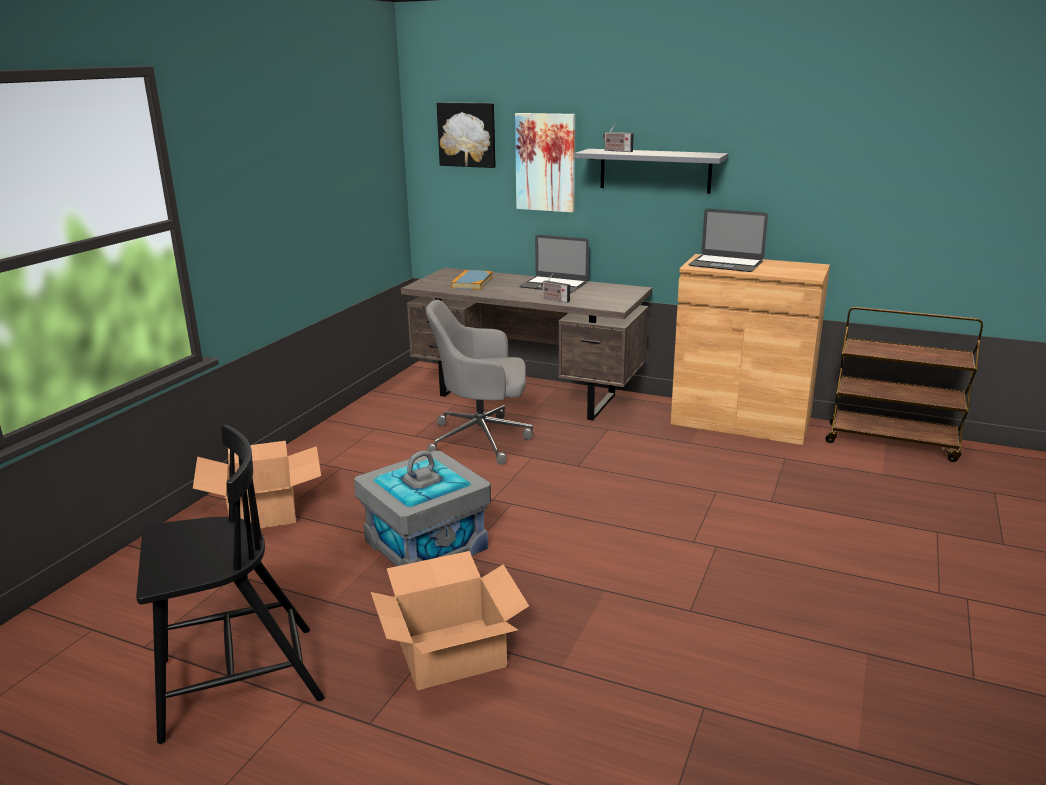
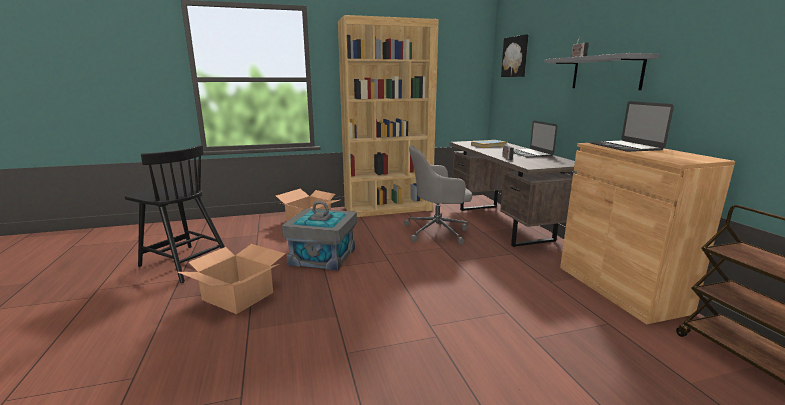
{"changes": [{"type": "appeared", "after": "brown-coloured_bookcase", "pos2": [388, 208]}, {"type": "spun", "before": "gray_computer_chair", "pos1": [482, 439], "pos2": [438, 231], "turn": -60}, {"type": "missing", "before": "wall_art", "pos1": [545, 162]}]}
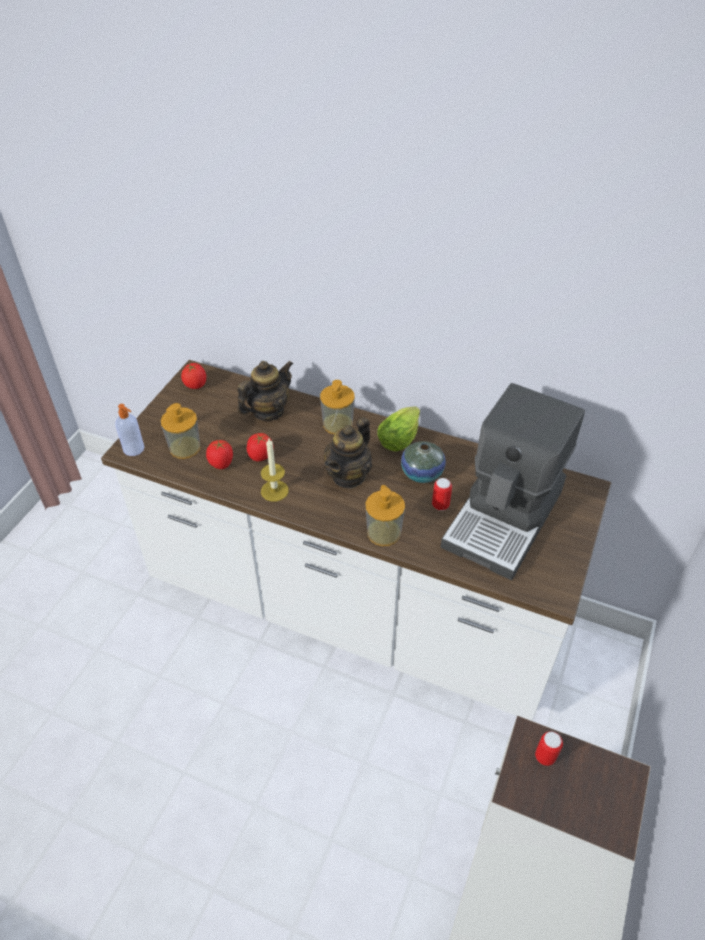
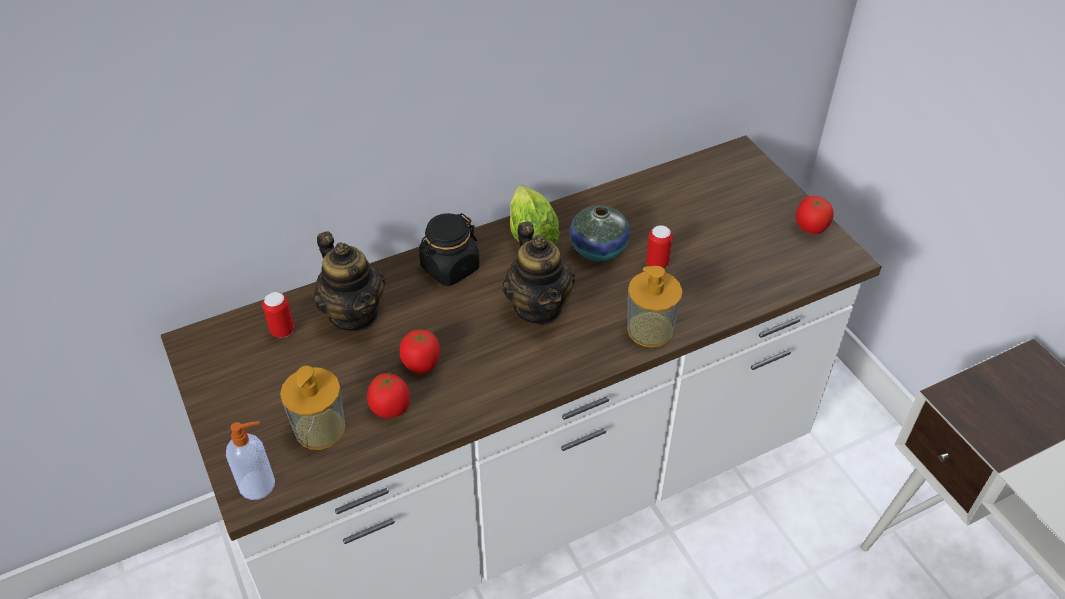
{"changes": [{"type": "relocated", "before": "metal_can", "pos1": [545, 756], "pos2": [282, 331]}, {"type": "spun", "before": "pot_for_tea", "pos1": [268, 411], "pos2": [354, 314], "turn": 150}, {"type": "exchanged", "before": "liquid_soap_bottle", "after": "black-coloured_preserve_jar", "pos1": [337, 424], "pos2": [450, 268]}, {"type": "relocated", "before": "fresh_tomato", "pos1": [195, 385], "pos2": [810, 227]}, {"type": "missing", "before": "wax_candle", "pos1": [274, 491]}, {"type": "missing", "before": "coffee_brewer", "pos1": [505, 518]}]}
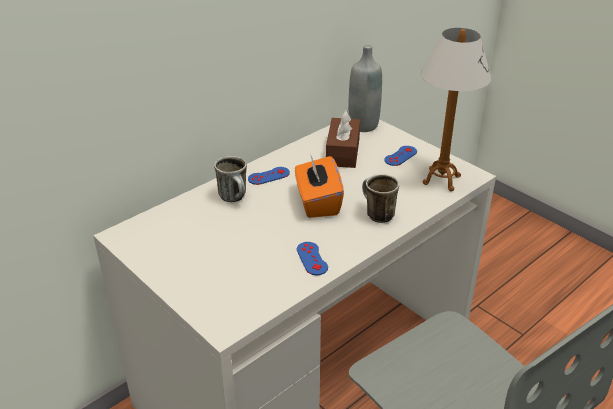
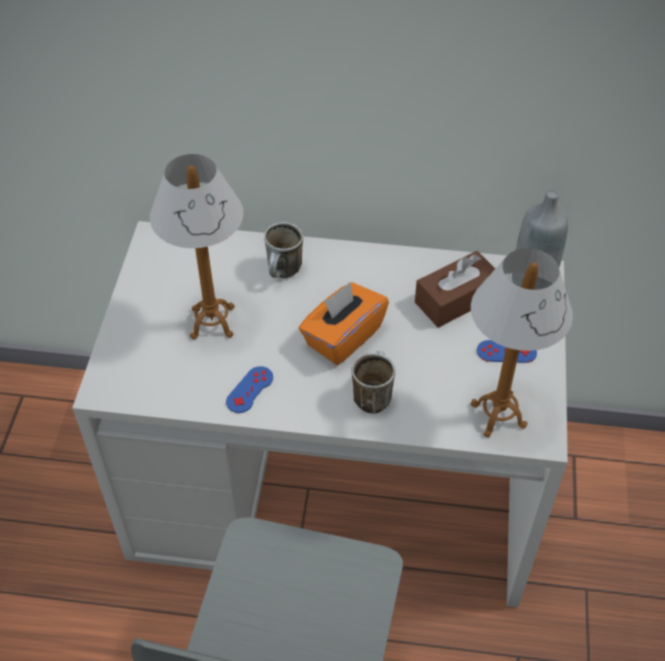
{"changes": [{"type": "appeared", "after": "tabletop_lamp", "pos2": [212, 322]}, {"type": "missing", "before": "blue_joypad", "pos1": [269, 176]}]}
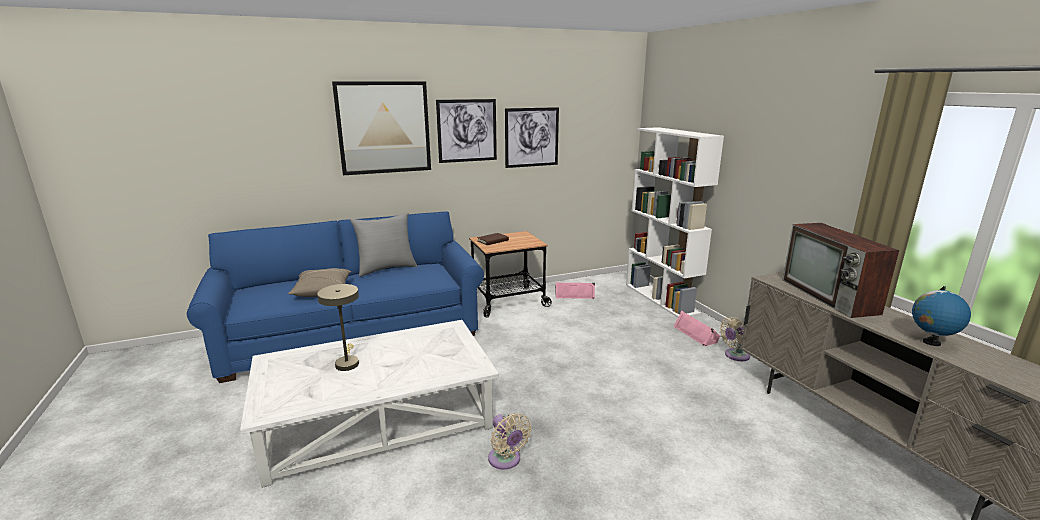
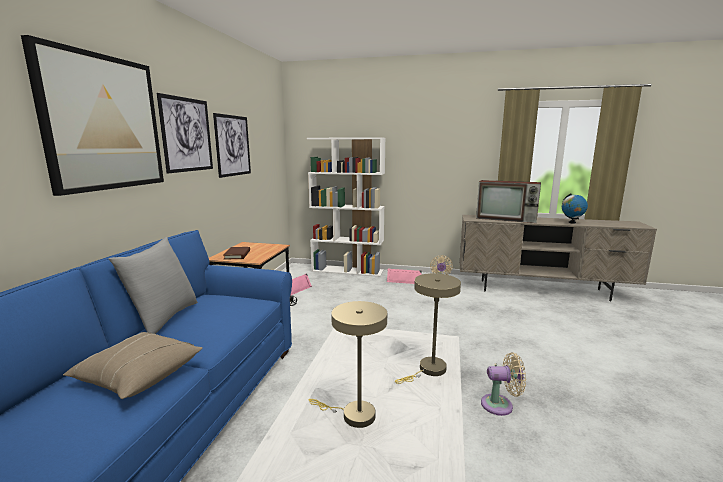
{"changes": [{"type": "appeared", "after": "beige-coloured_tabletop_lamp", "pos2": [429, 370]}]}
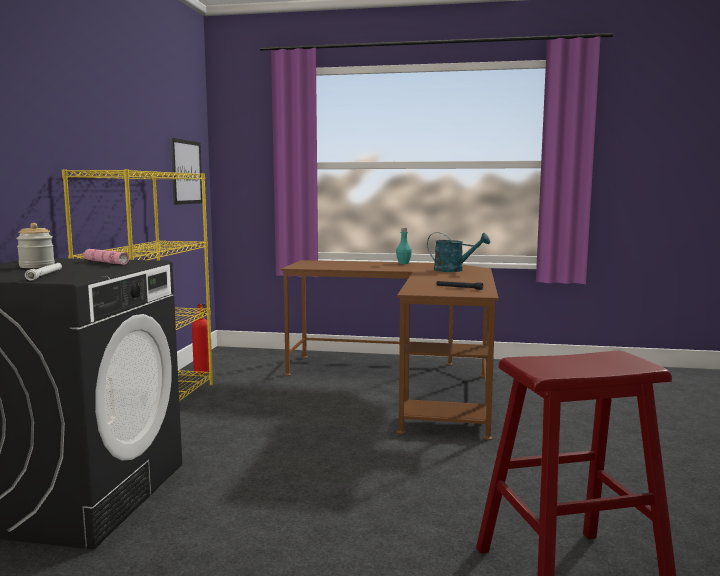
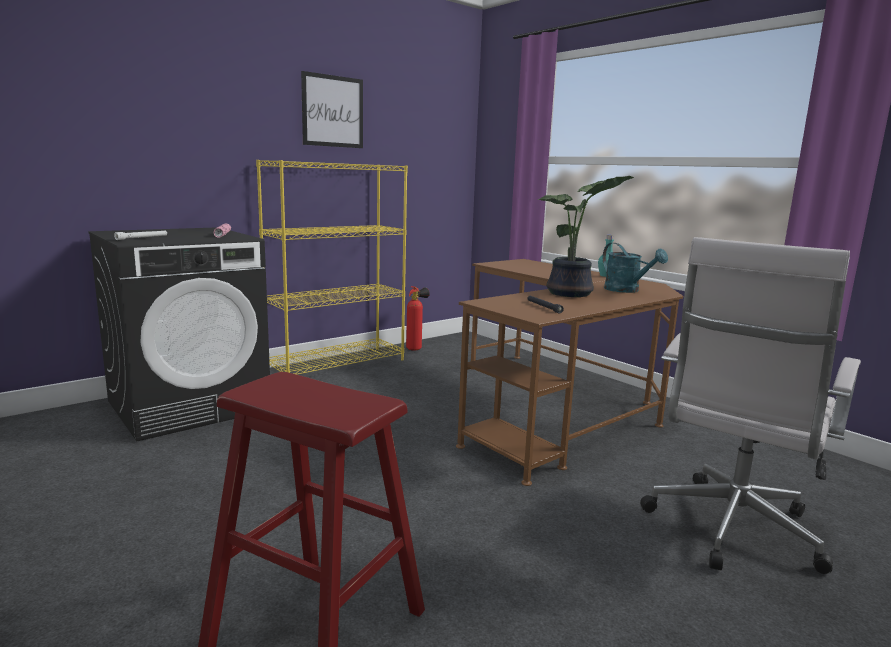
{"changes": [{"type": "relocated", "before": "wall_art", "pos1": [186, 172], "pos2": [333, 111]}, {"type": "appeared", "after": "plant_in_a_pot", "pos2": [572, 294]}, {"type": "appeared", "after": "white-coloured_computer_chair", "pos2": [730, 531]}, {"type": "missing", "before": "preserve_jar", "pos1": [37, 266]}]}
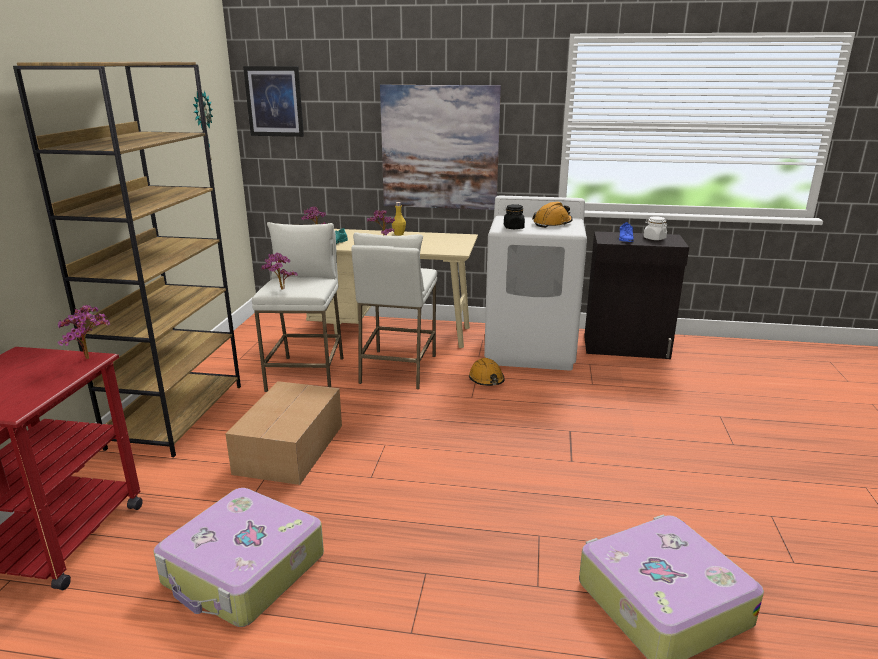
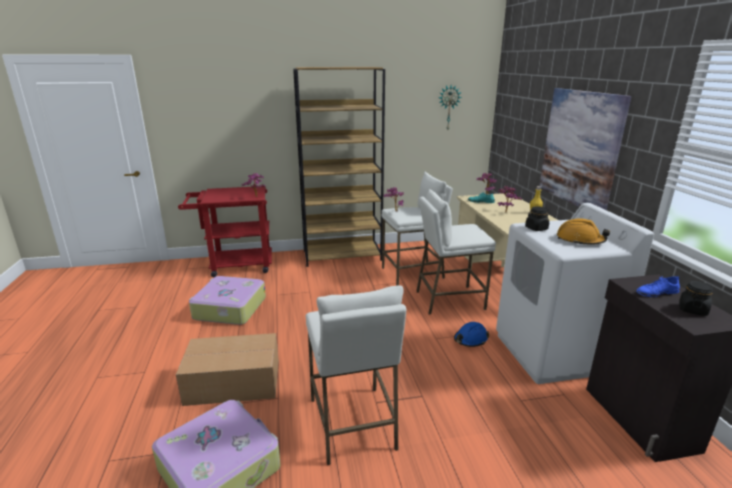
{"changes": [{"type": "relocated", "before": "carton", "pos1": [288, 449], "pos2": [232, 382]}, {"type": "appeared", "after": "white-coloured_stool", "pos2": [353, 423]}, {"type": "colour", "before": "orange-coloured_safety_helmet", "after": "blue_safety_helmet", "pos1": [486, 379], "pos2": [470, 340]}, {"type": "colour", "before": "white-coloured_preserve_jar", "after": "black-coloured_preserve_jar", "pos1": [654, 238], "pos2": [692, 309]}, {"type": "missing", "before": "wall_art", "pos1": [274, 101]}]}
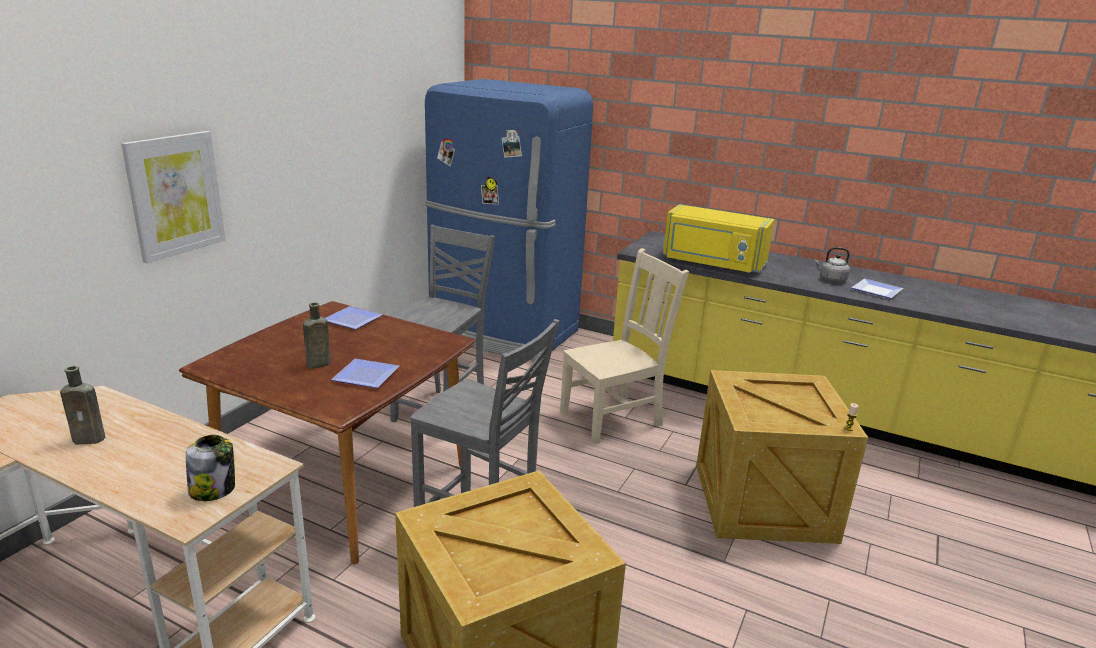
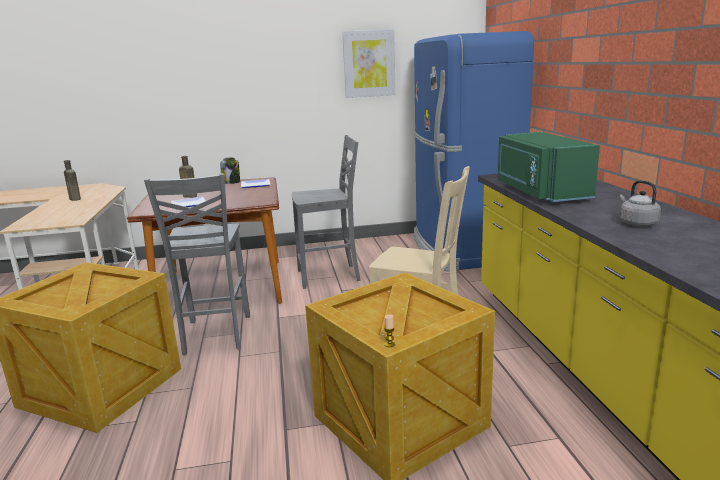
{"changes": [{"type": "relocated", "before": "preserve_jar", "pos1": [213, 489], "pos2": [231, 182]}, {"type": "relocated", "before": "wall_art", "pos1": [175, 195], "pos2": [369, 64]}, {"type": "colour", "before": "yellow-coloured_microwave_oven", "after": "greenish_microwave_oven", "pos1": [712, 263], "pos2": [539, 192]}, {"type": "missing", "before": "plate", "pos1": [874, 290]}]}
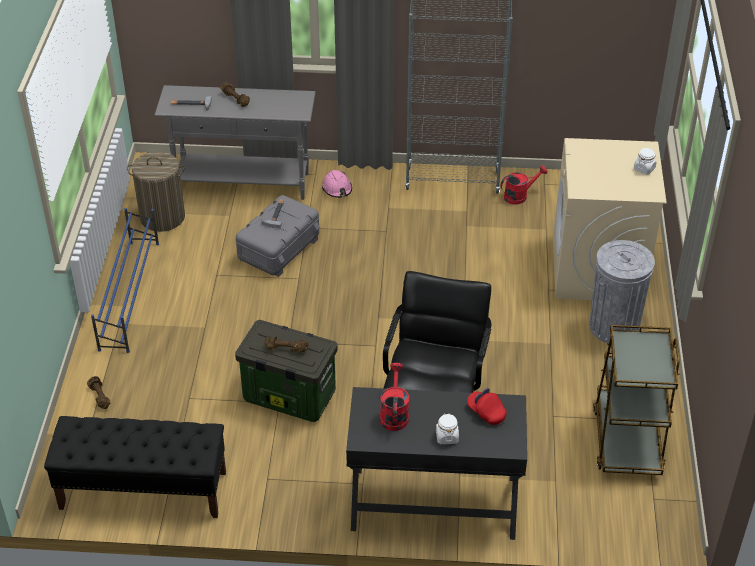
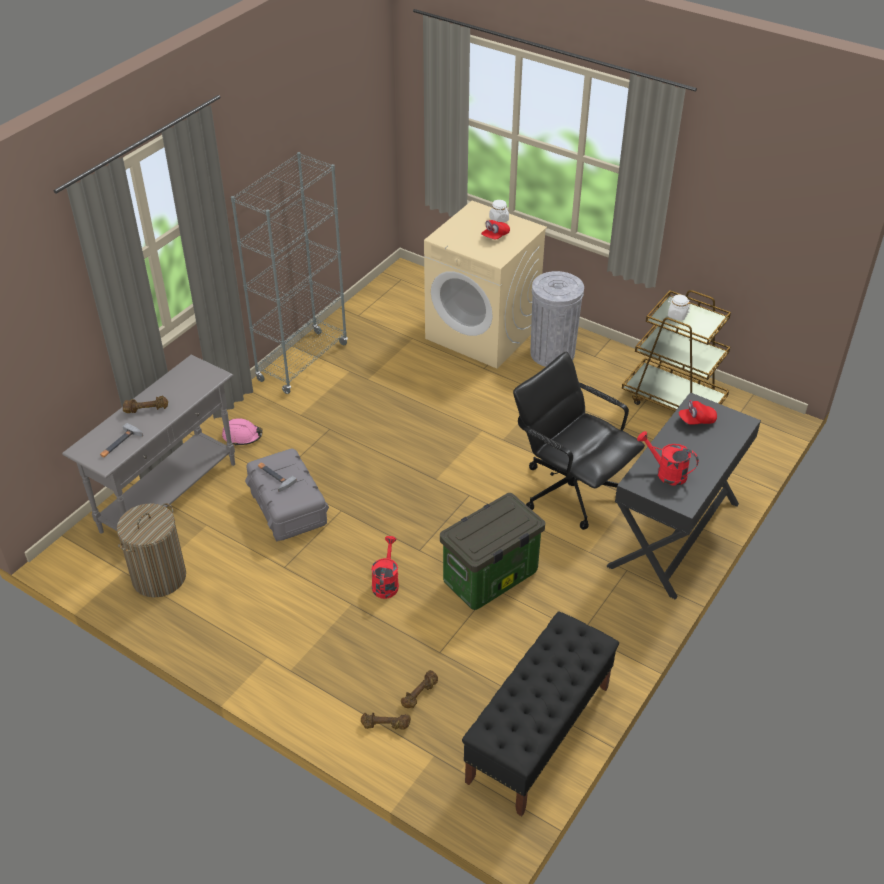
{"changes": [{"type": "relocated", "before": "reddish_watering_can", "pos1": [519, 196], "pos2": [386, 582]}, {"type": "relocated", "before": "brown-coloured_dumbbell", "pos1": [286, 349], "pos2": [420, 694]}, {"type": "appeared", "after": "reddish_peaked_cap", "pos2": [495, 236]}, {"type": "relocated", "before": "white-coloured_preserve_jar", "pos1": [447, 437], "pos2": [677, 315]}, {"type": "missing", "before": "blue_shoe_stand", "pos1": [130, 294]}]}
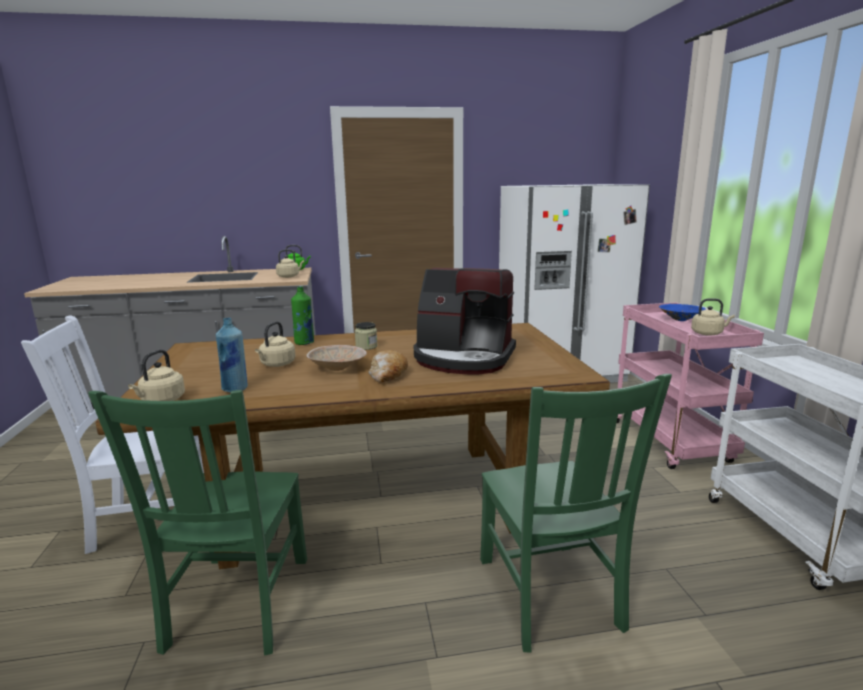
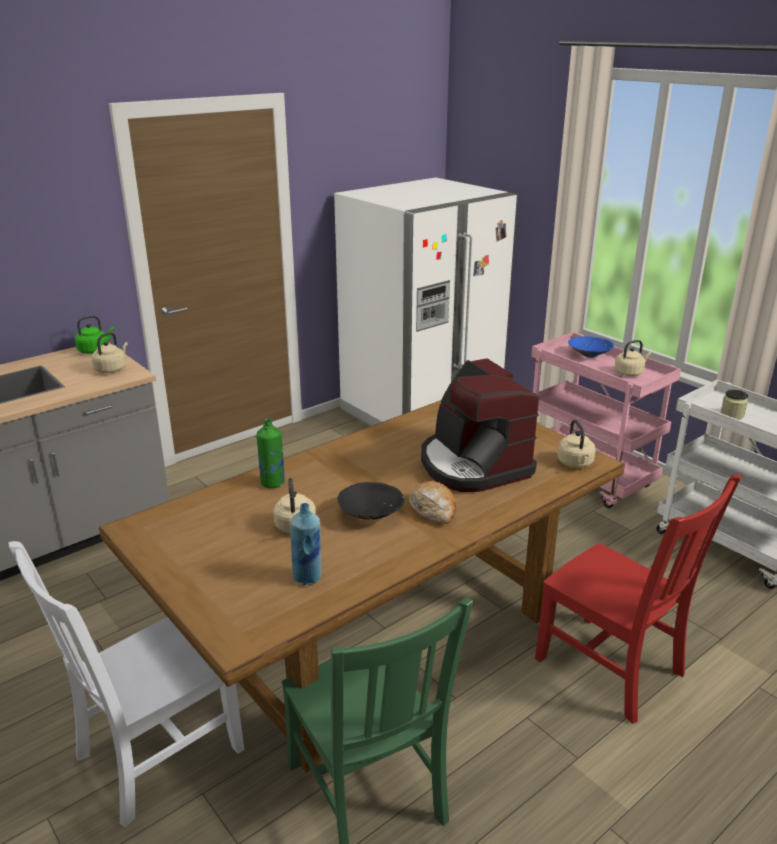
{"changes": [{"type": "colour", "before": "beige-coloured_deep_dish", "after": "black-coloured_deep_dish", "pos1": [338, 368], "pos2": [372, 514]}, {"type": "spun", "before": "coffee_brewer", "pos1": [463, 358], "pos2": [473, 465], "turn": 75}, {"type": "colour", "before": "greenish_upright_chair", "after": "reddish_upright_chair", "pos1": [550, 596], "pos2": [613, 669]}, {"type": "relocated", "before": "beige-coloured_kettle", "pos1": [161, 401], "pos2": [575, 463]}, {"type": "relocated", "before": "preserve_jar", "pos1": [366, 347], "pos2": [732, 415]}]}
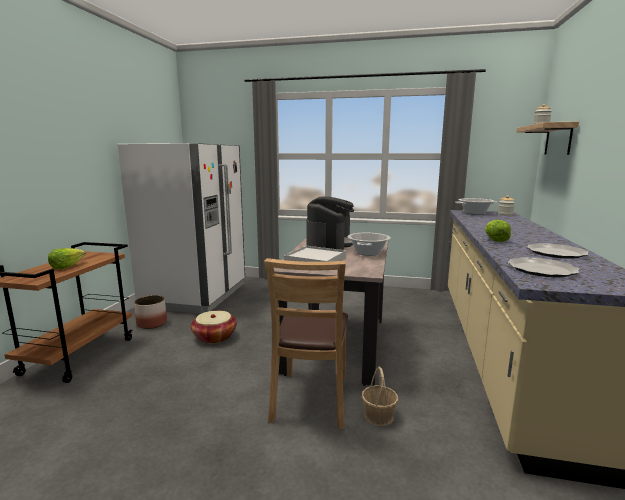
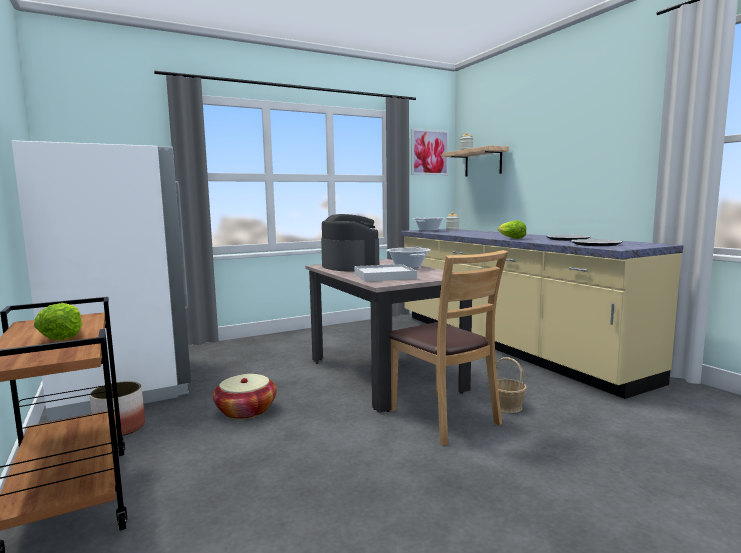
{"changes": [{"type": "appeared", "after": "wall_art", "pos2": [429, 152]}]}
